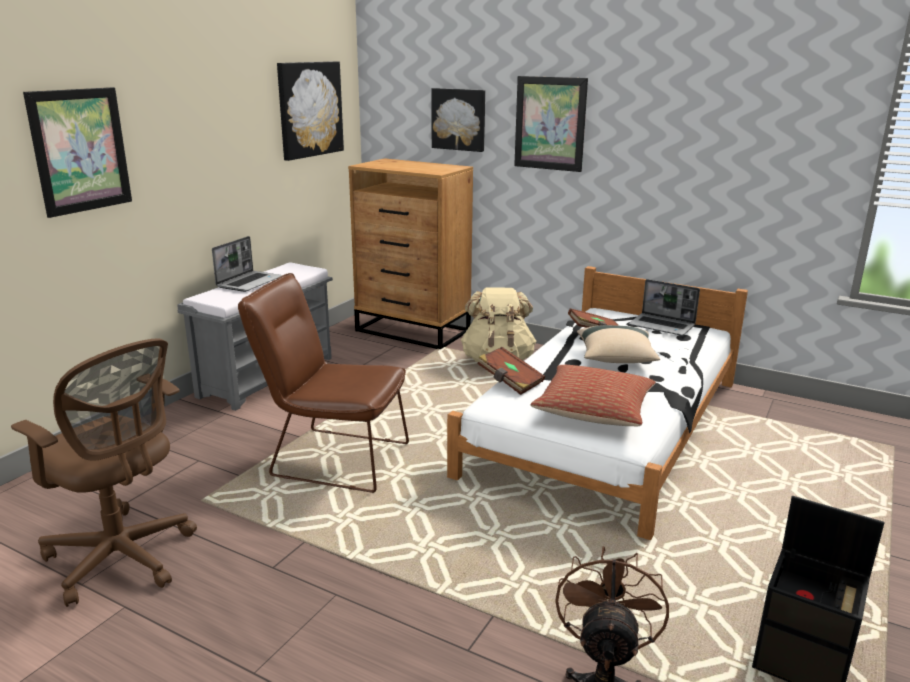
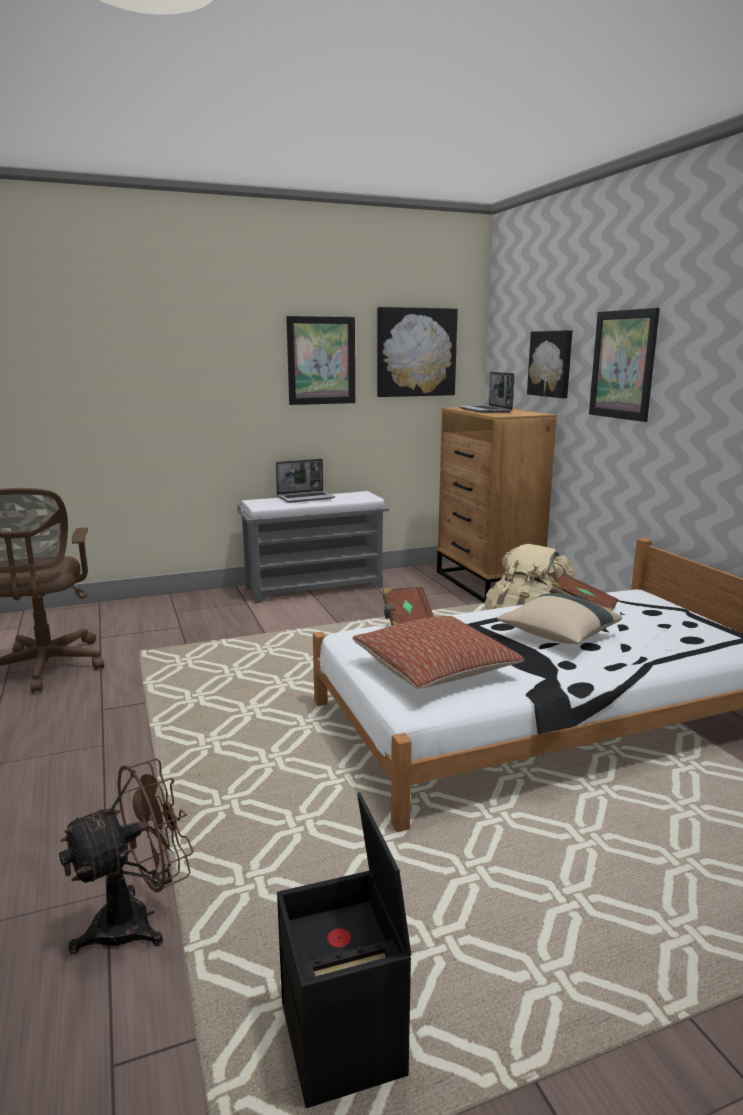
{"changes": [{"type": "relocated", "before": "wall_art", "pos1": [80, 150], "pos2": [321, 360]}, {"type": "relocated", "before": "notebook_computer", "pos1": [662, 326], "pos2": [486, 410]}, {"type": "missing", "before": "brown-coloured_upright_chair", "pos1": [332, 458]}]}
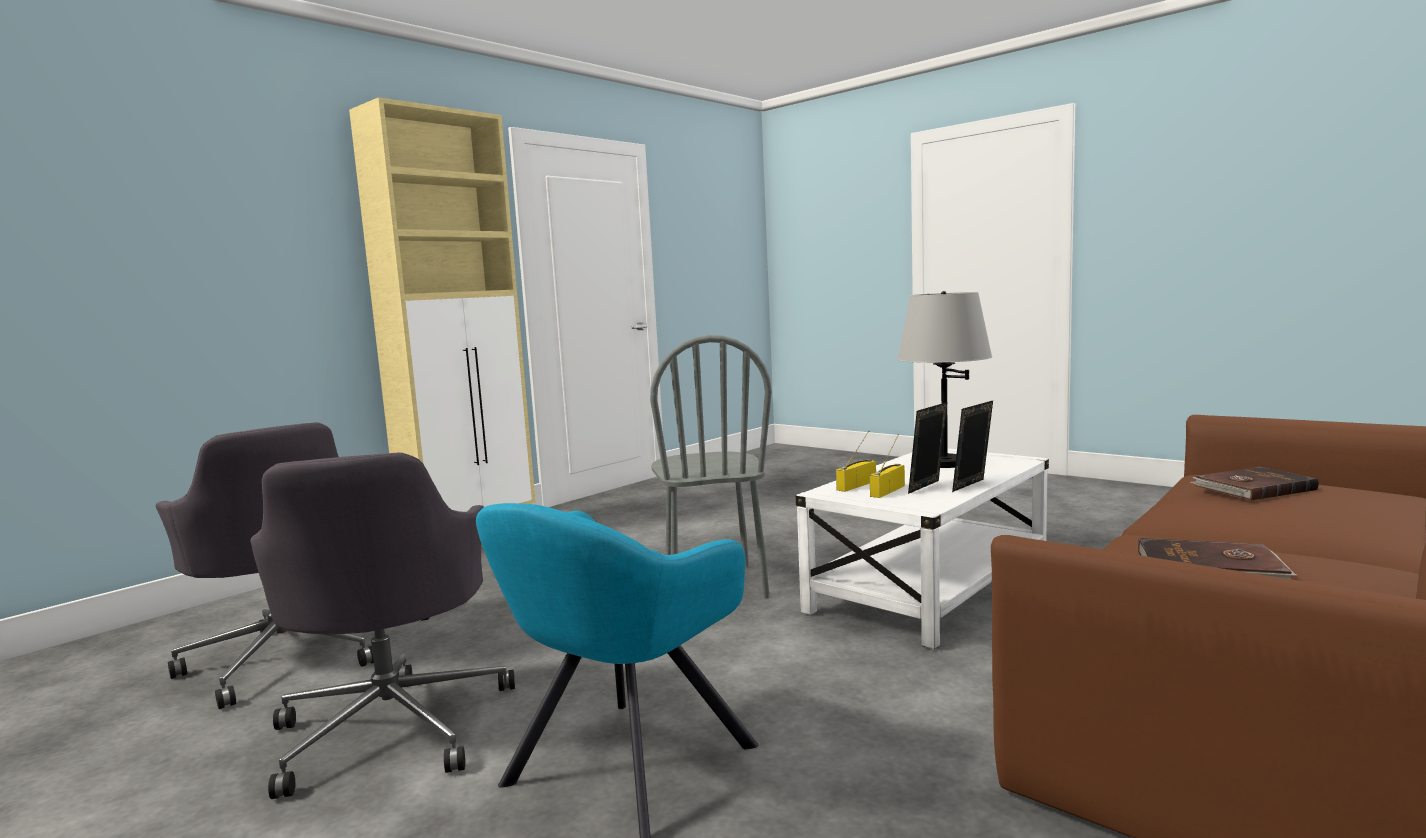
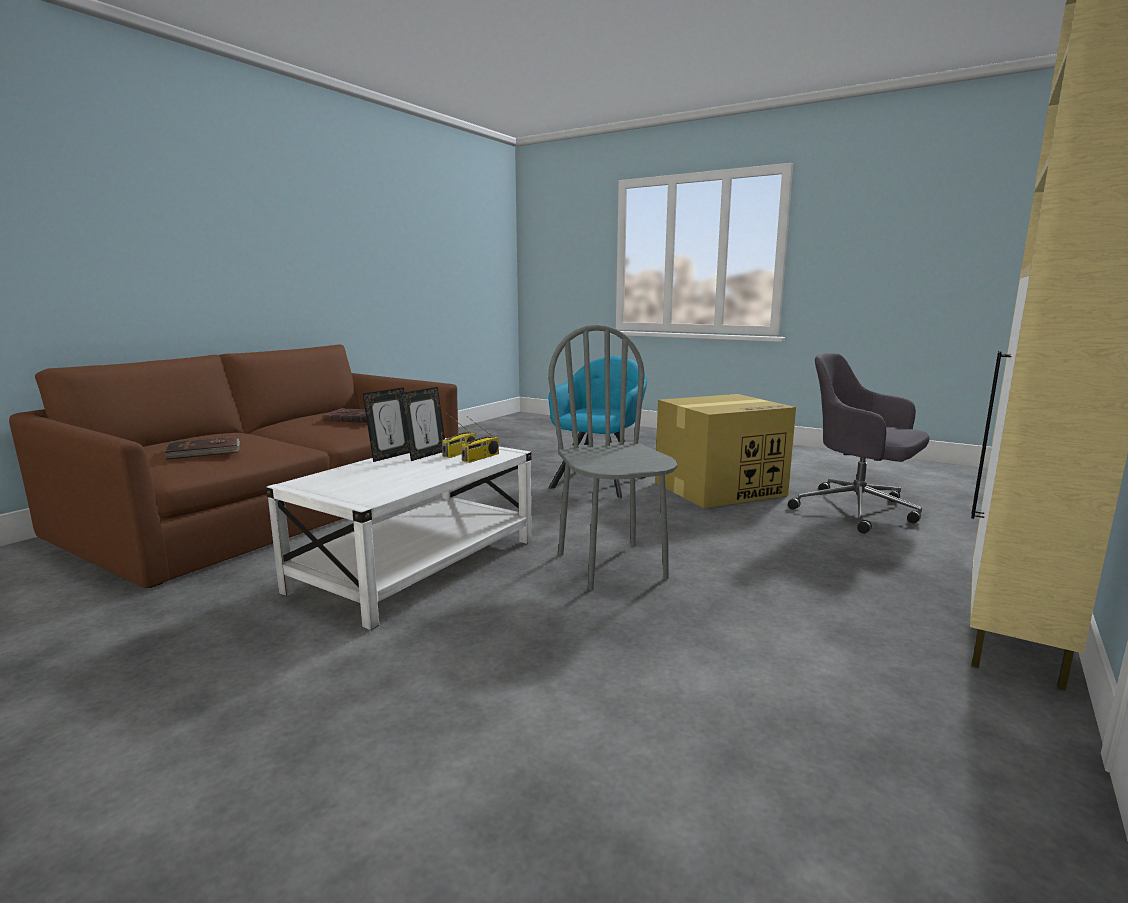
{"changes": [{"type": "exchanged", "before": "gray_computer_chair", "after": "carton", "pos1": [394, 726], "pos2": [720, 488]}, {"type": "missing", "before": "gray_tabletop_lamp", "pos1": [944, 463]}]}
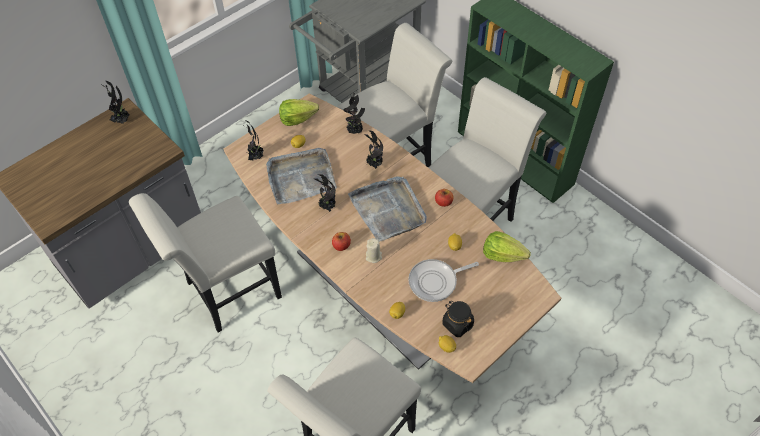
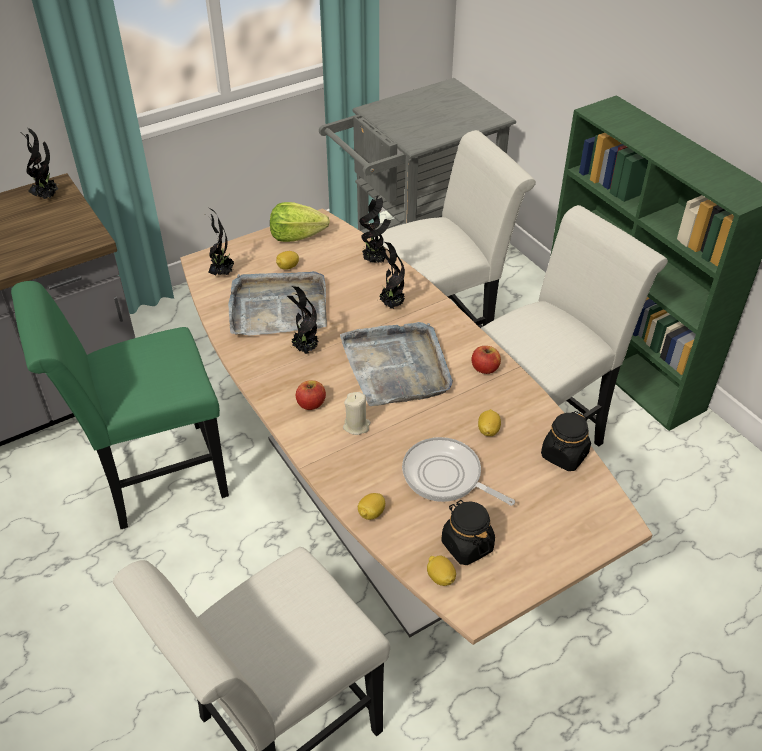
{"changes": [{"type": "colour", "before": "white-coloured_upright_chair", "after": "greenish_upright_chair", "pos1": [227, 293], "pos2": [151, 477]}, {"type": "spun", "before": "pan", "pos1": [435, 282], "pos2": [446, 477], "turn": 45}, {"type": "exchanged", "before": "lettuce_head", "after": "black-coloured_preserve_jar", "pos1": [502, 255], "pos2": [564, 455]}]}
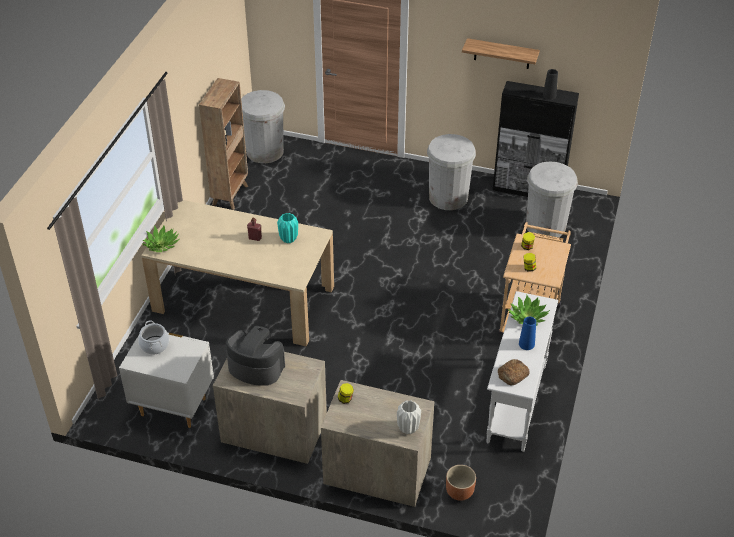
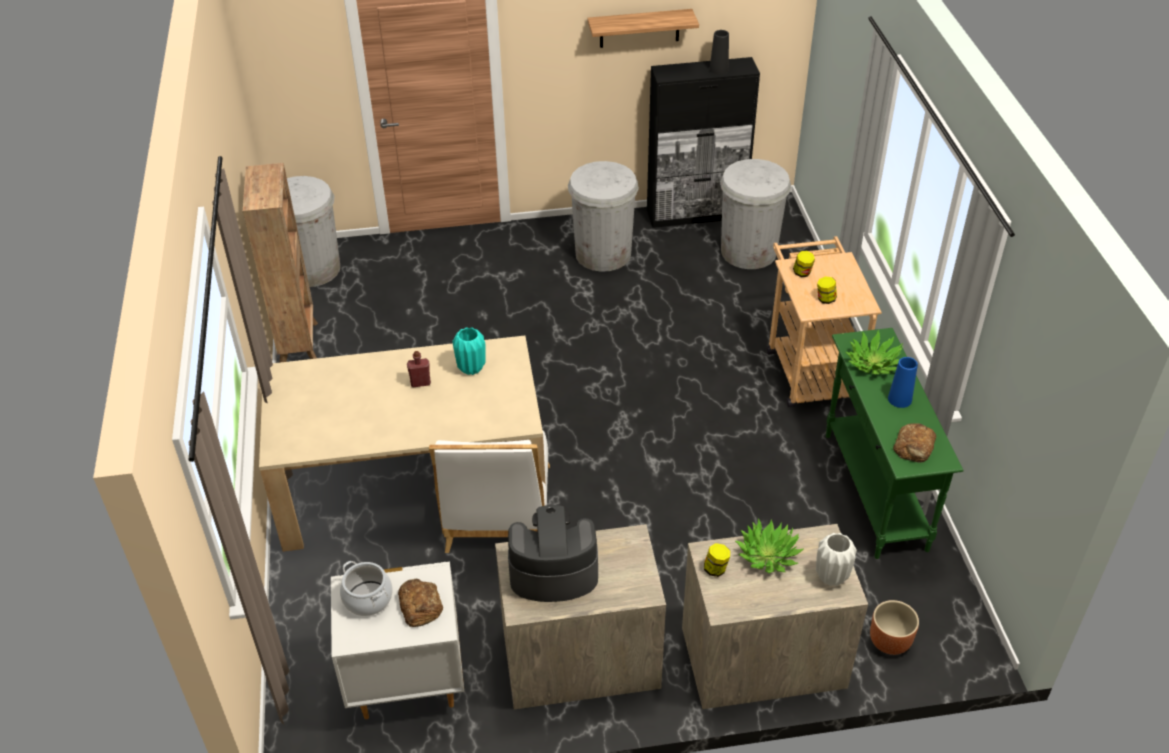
{"changes": [{"type": "appeared", "after": "baked_bread", "pos2": [420, 605]}, {"type": "appeared", "after": "white-coloured_upright_chair", "pos2": [498, 515]}, {"type": "relocated", "before": "plant_in_a_pot", "pos1": [161, 245], "pos2": [768, 555]}, {"type": "colour", "before": "white-coloured_console_table", "after": "greenish_console_table", "pos1": [516, 404], "pos2": [874, 491]}]}
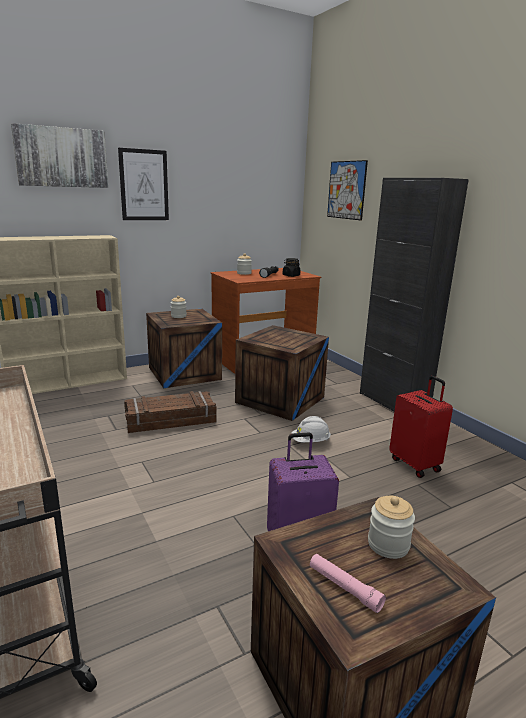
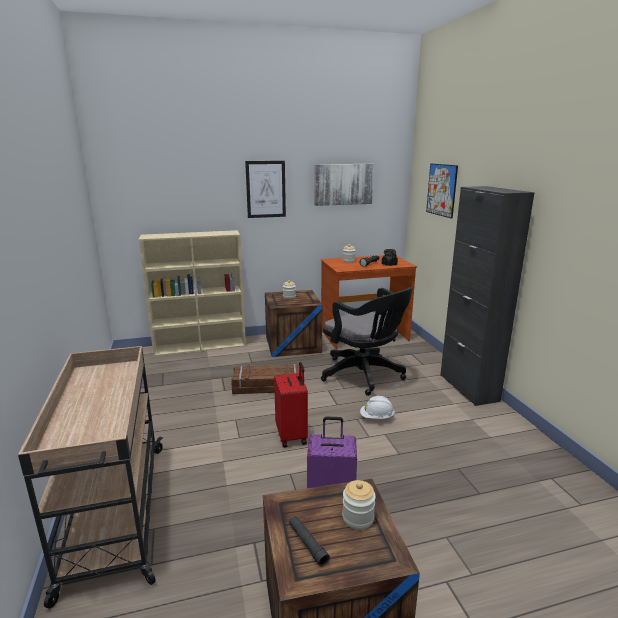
{"changes": [{"type": "relocated", "before": "reddish_travel_case", "pos1": [415, 464], "pos2": [292, 436]}, {"type": "colour", "before": "pinkish_hand_torch", "after": "black-coloured_hand_torch", "pos1": [344, 587], "pos2": [307, 544]}, {"type": "relocated", "before": "wall_art", "pos1": [62, 157], "pos2": [343, 184]}, {"type": "exchanged", "before": "crate", "after": "black-coloured_computer_chair", "pos1": [280, 400], "pos2": [365, 376]}]}
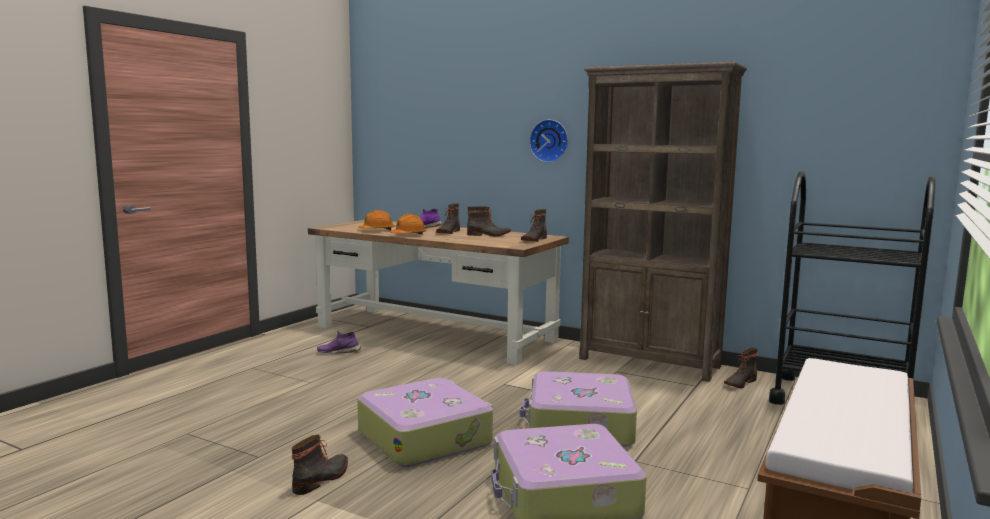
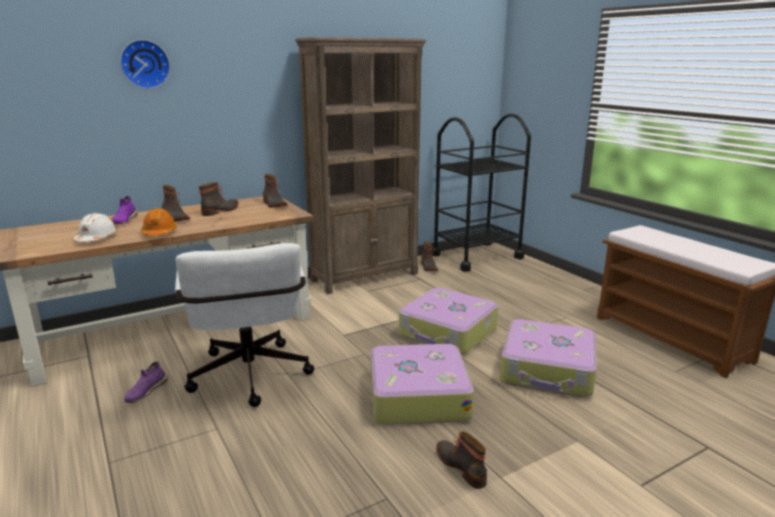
{"changes": [{"type": "colour", "before": "orange-coloured_safety_helmet", "after": "white-coloured_safety_helmet", "pos1": [377, 230], "pos2": [97, 238]}, {"type": "relocated", "before": "hanging_clock", "pos1": [550, 141], "pos2": [144, 64]}, {"type": "appeared", "after": "white-coloured_computer_chair", "pos2": [250, 380]}]}
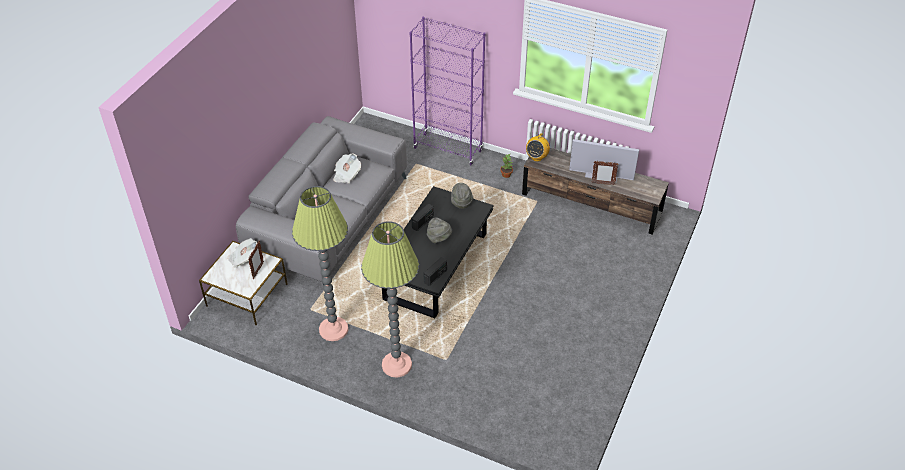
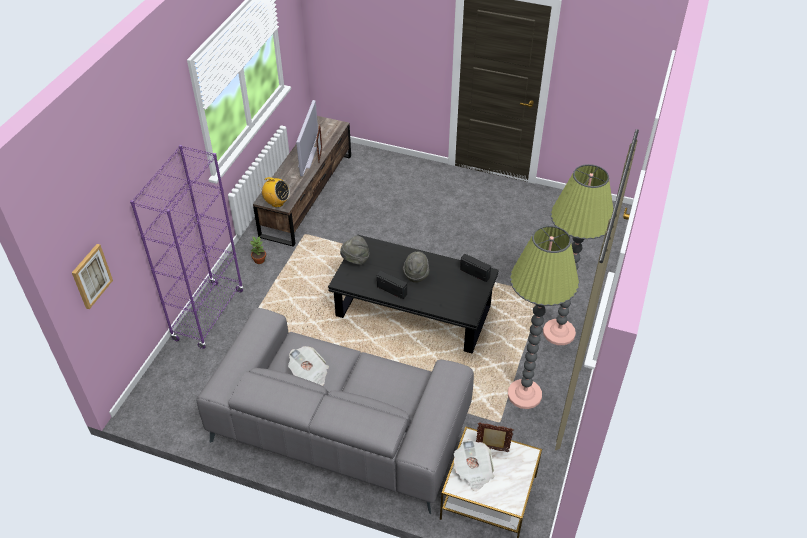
{"changes": [{"type": "appeared", "after": "wall_art", "pos2": [91, 276]}]}
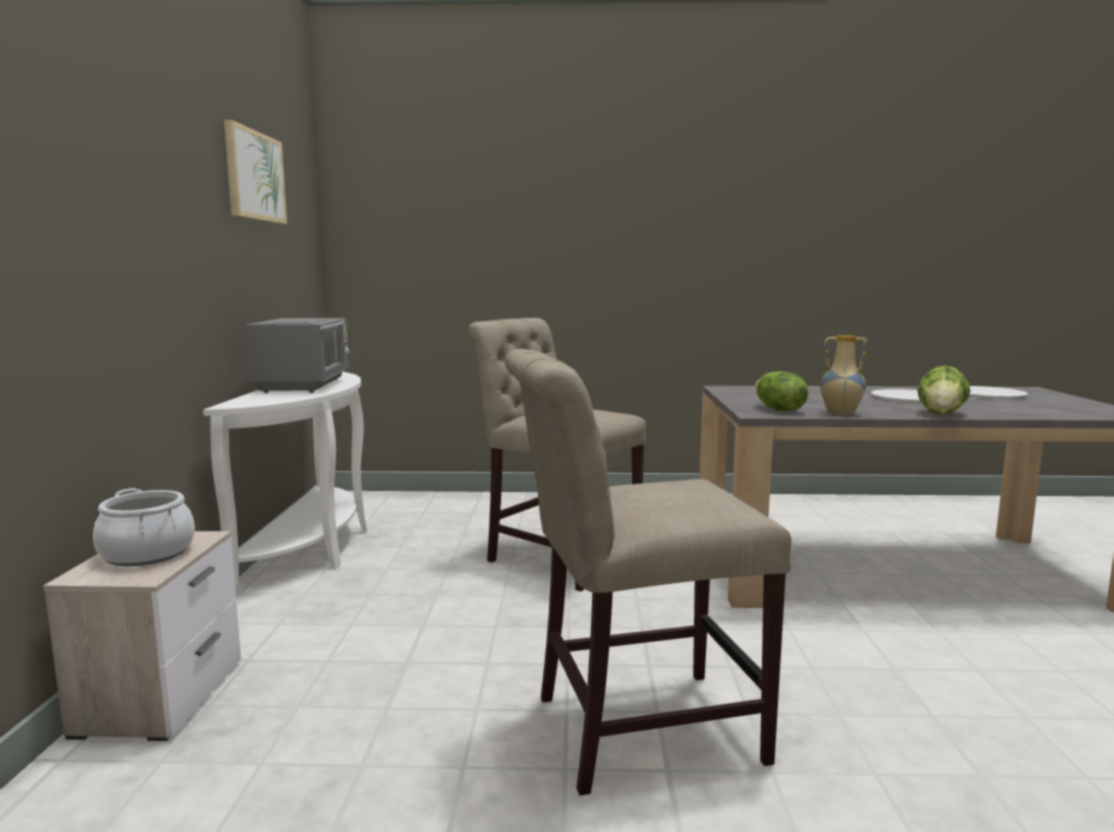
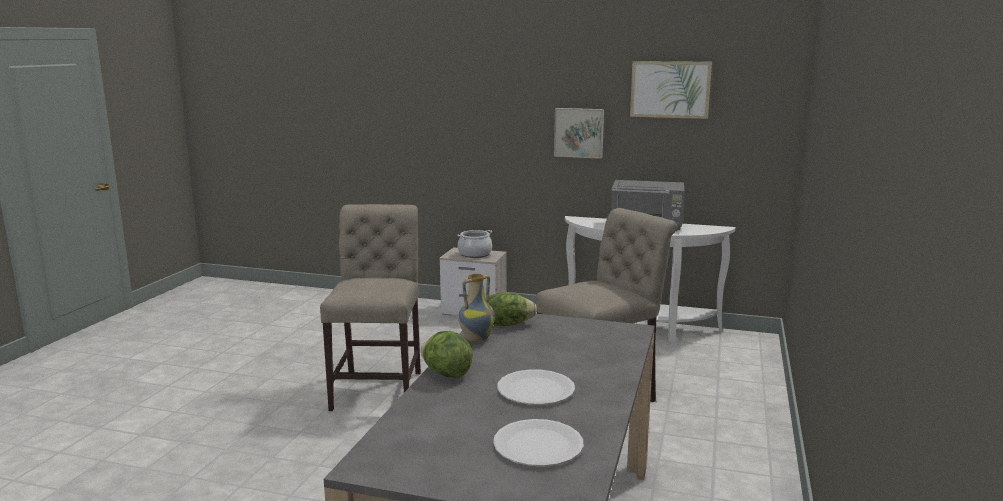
{"changes": [{"type": "appeared", "after": "wall_art", "pos2": [579, 132]}]}
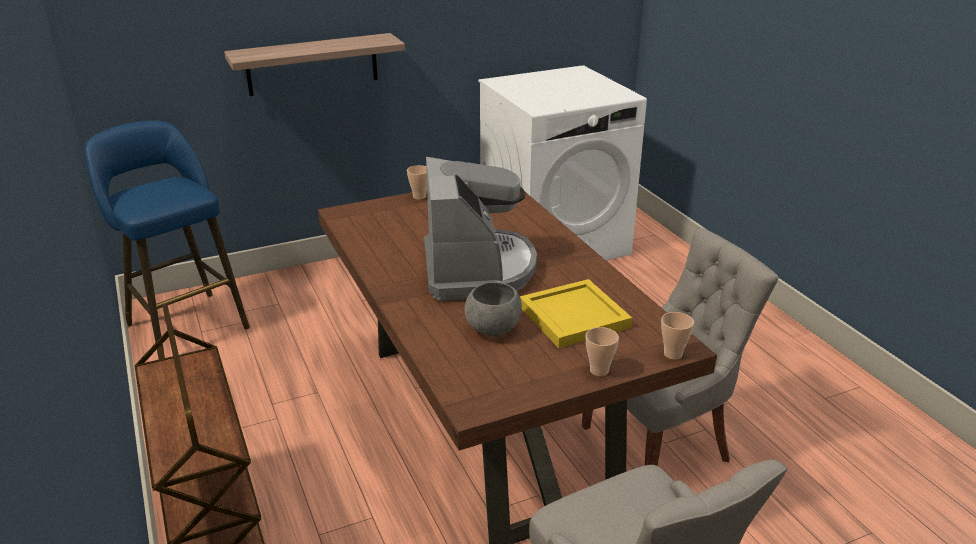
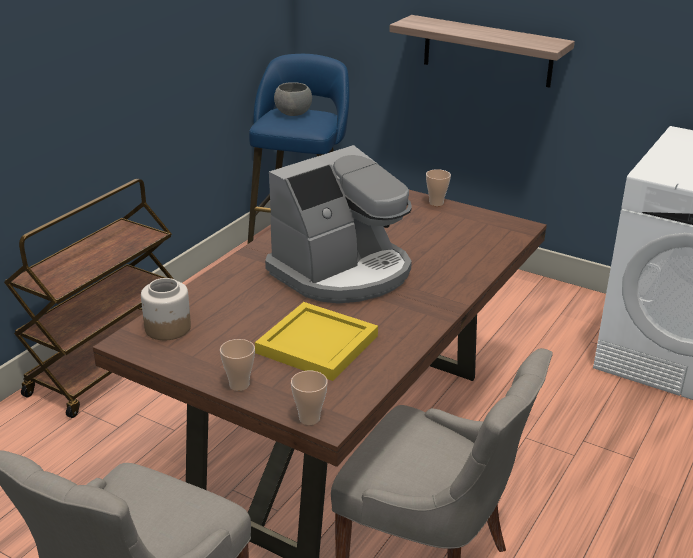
{"changes": [{"type": "appeared", "after": "preserve_jar", "pos2": [167, 328]}, {"type": "relocated", "before": "gray_deep_dish", "pos1": [494, 329], "pos2": [293, 114]}]}
